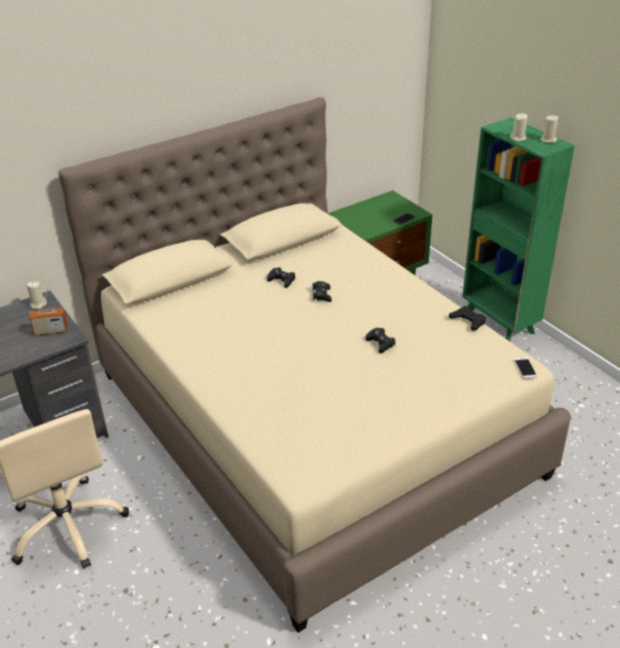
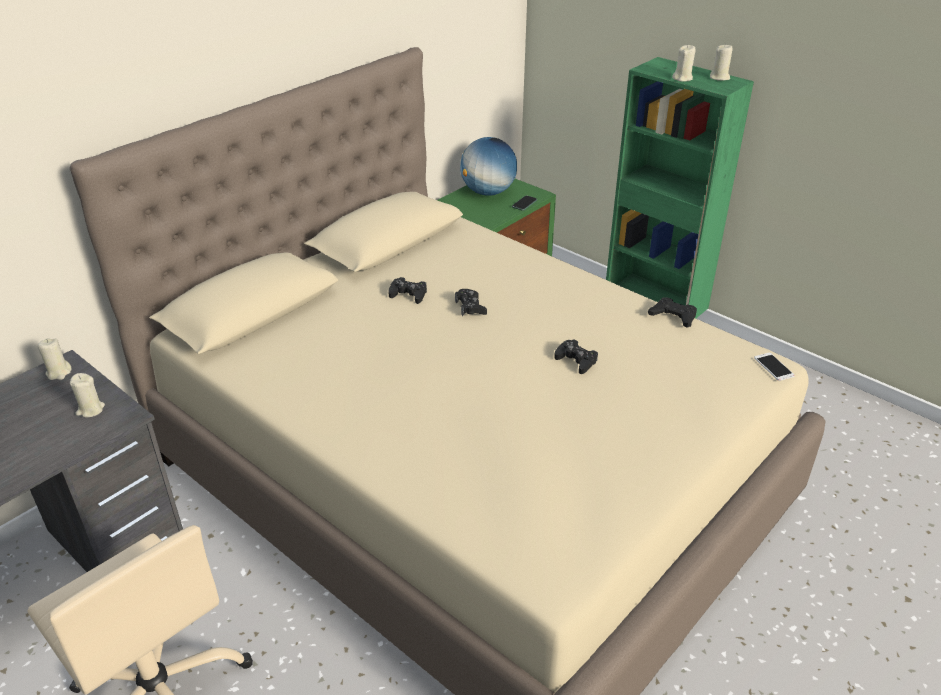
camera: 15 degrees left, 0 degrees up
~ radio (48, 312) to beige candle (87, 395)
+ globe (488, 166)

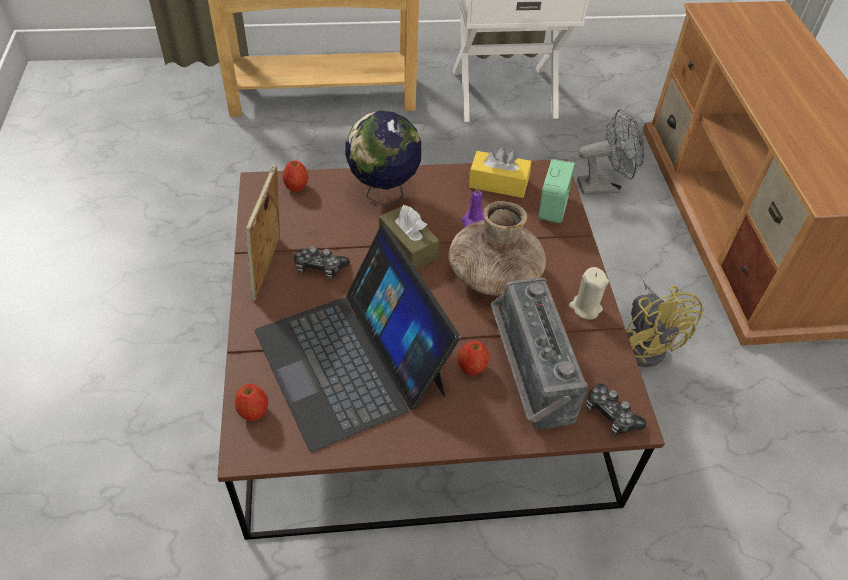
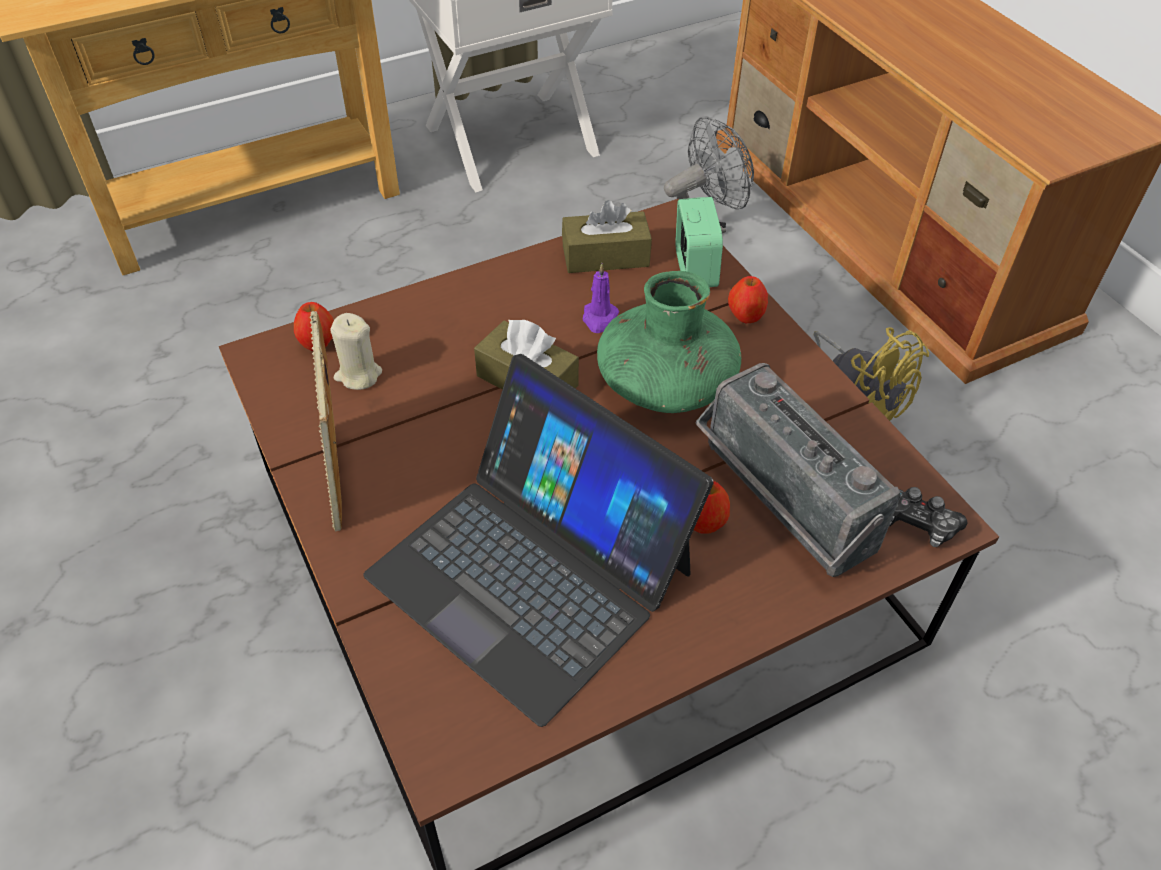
camera: 20 degrees left, 0 degrees up
~ beige candle (589, 293) to (356, 351)
~ yellow tissue box (500, 172) to brown tissue box (607, 236)
~ brown vase (497, 248) to green vase (669, 342)
~ apple (251, 402) to (748, 299)
- game controller (322, 262)
- globe (383, 159)

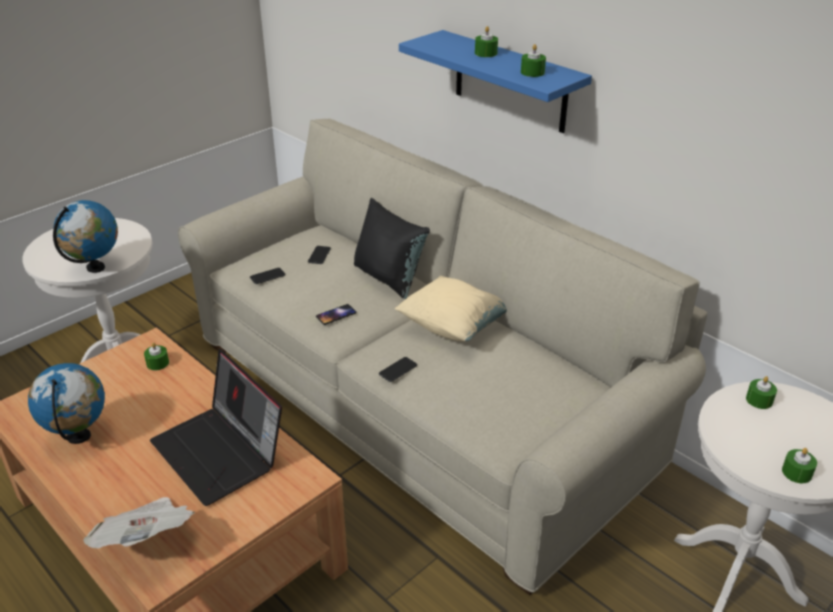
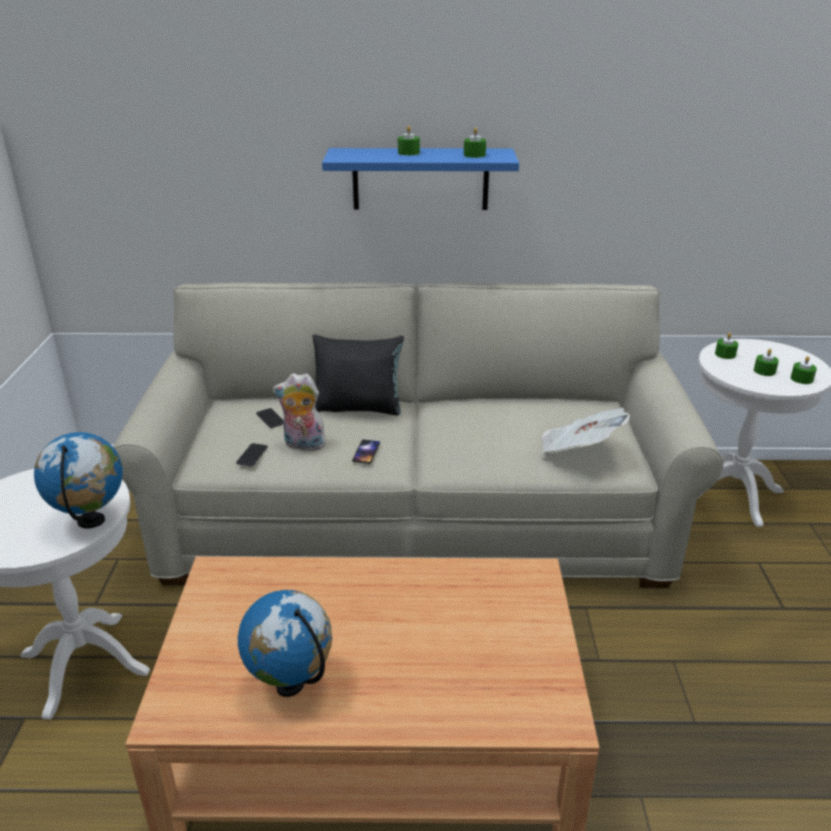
camera: 45 degrees left, 5 degrees down
+ plush toy (300, 412)
~ newspaper (139, 522) to (585, 431)
~ green candle (156, 356) to (766, 362)
- laptop (216, 427)
- phone (398, 369)
- beige pillow (451, 308)

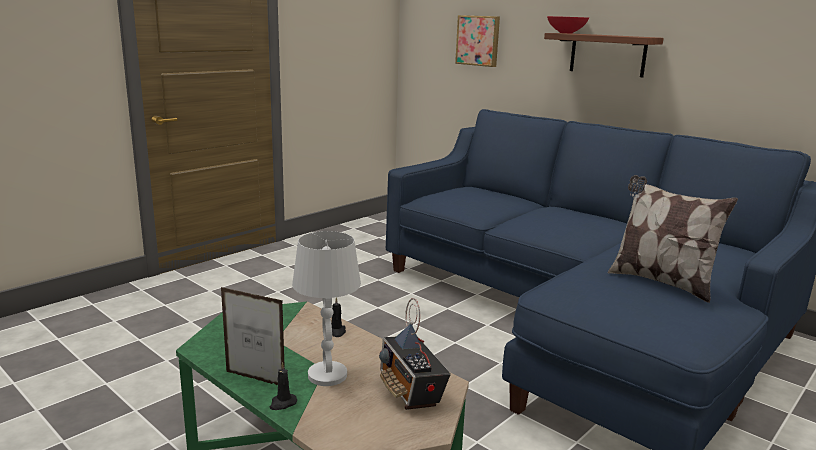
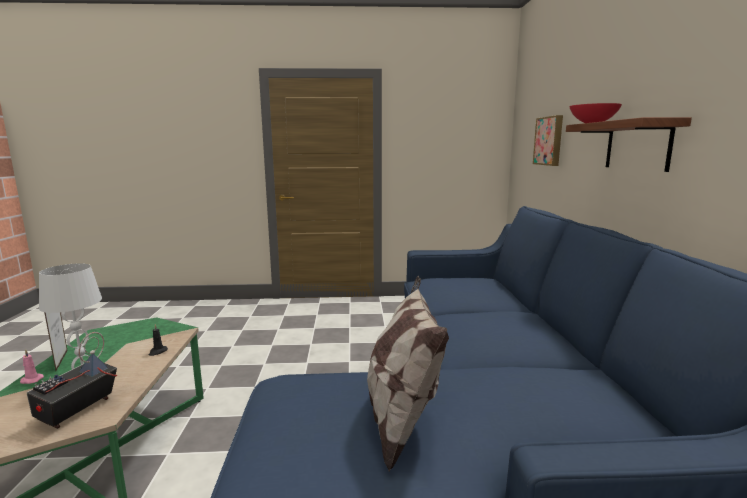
camera: 45 degrees right, 5 degrees down
~ black candle (283, 386) to pink candle (32, 366)

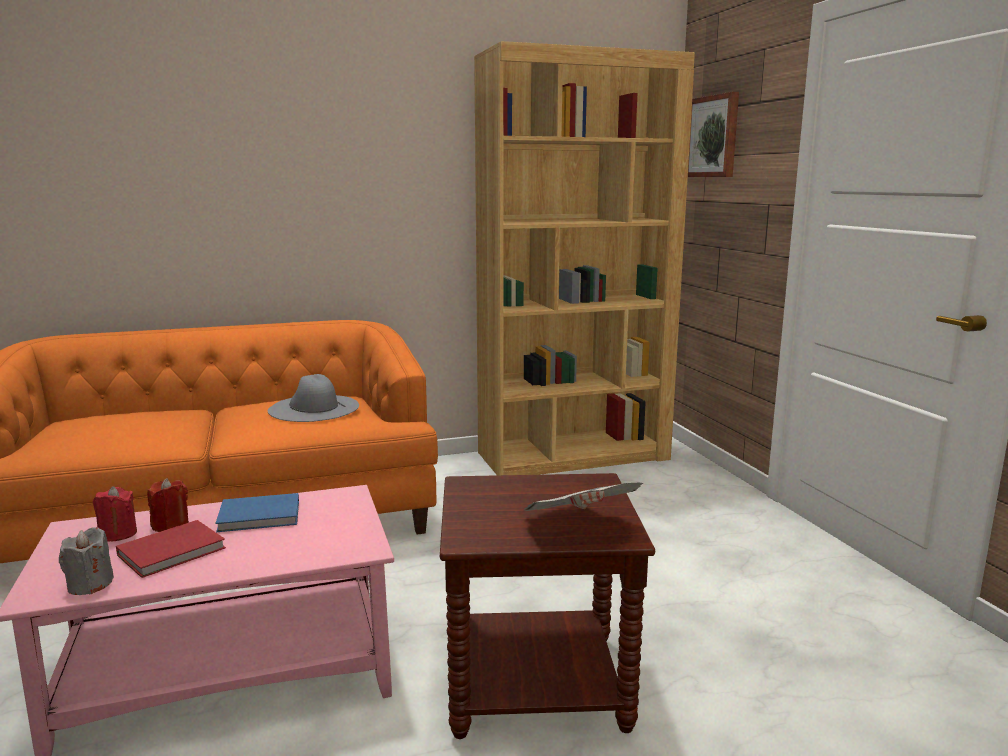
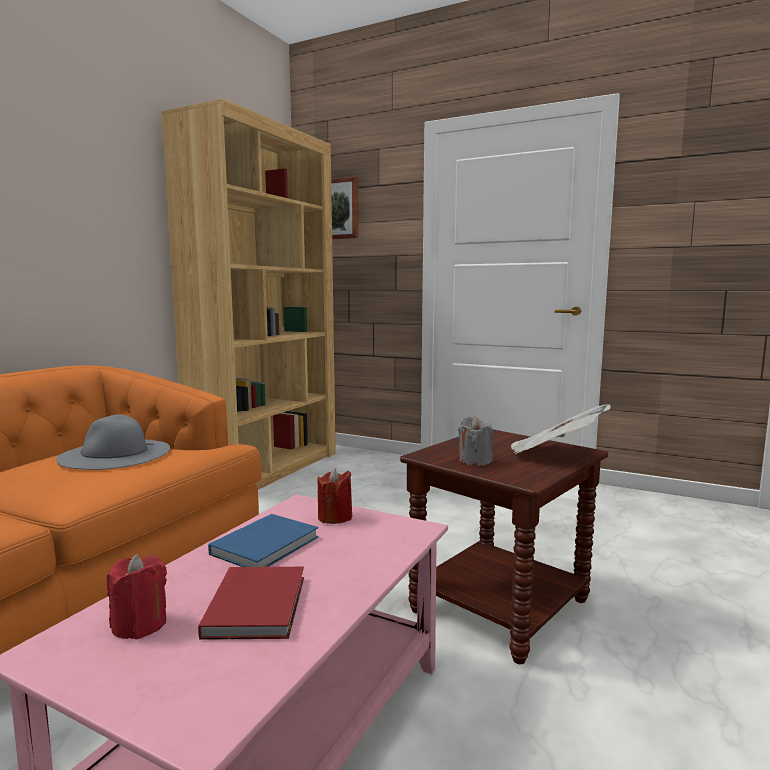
camera: 45 degrees left, 5 degrees down
~ red candle (168, 505) to (334, 496)
~ grey candle (86, 561) to (475, 441)

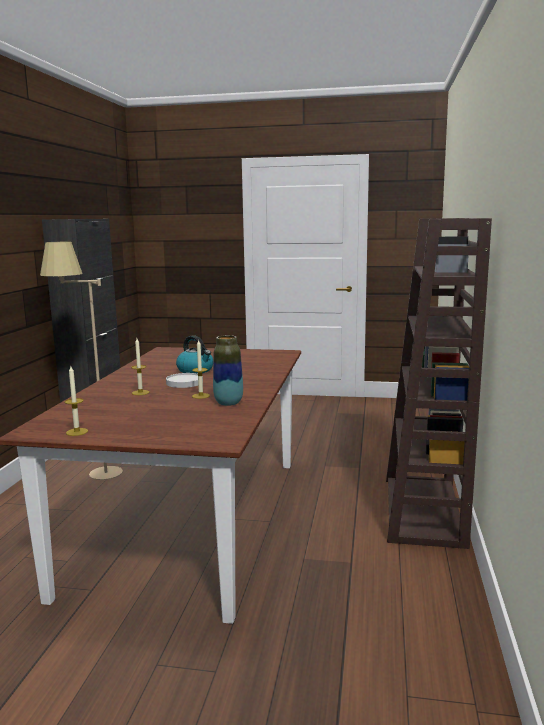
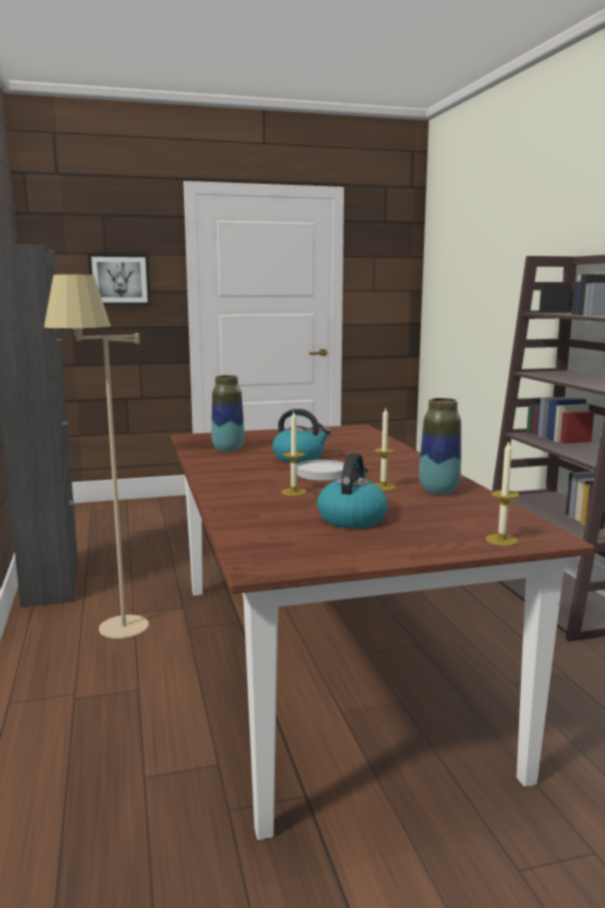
camera: 25 degrees left, 0 degrees up
+ picture (119, 279)
+ vase (227, 413)
+ kettle (352, 490)
~ candle (76, 401) to (502, 493)

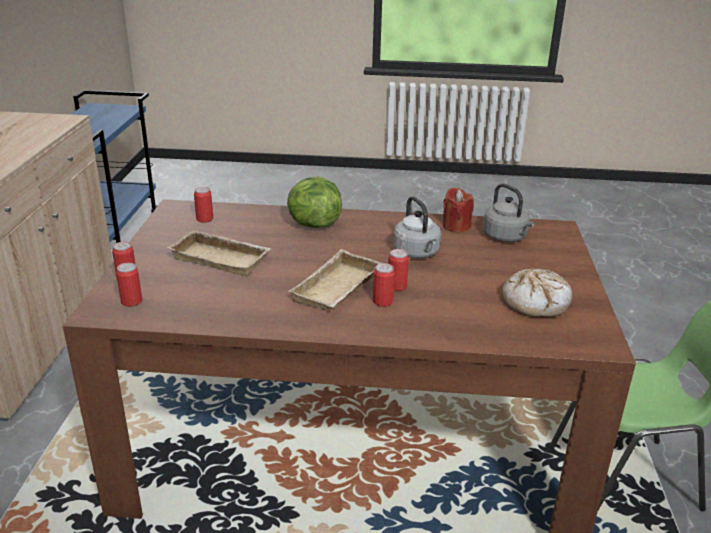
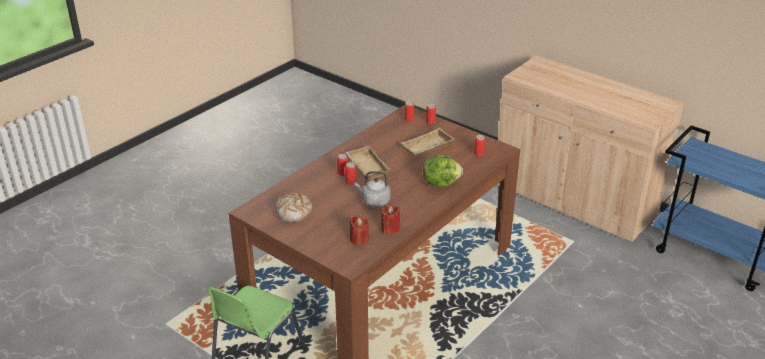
camera: 125 degrees right, 5 degrees up
~ grey kettle (509, 213) to red candle (359, 230)

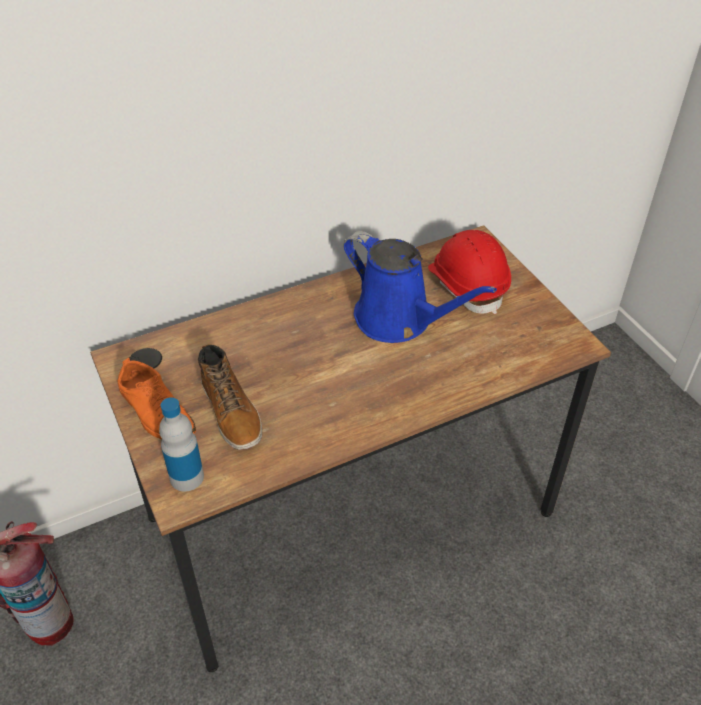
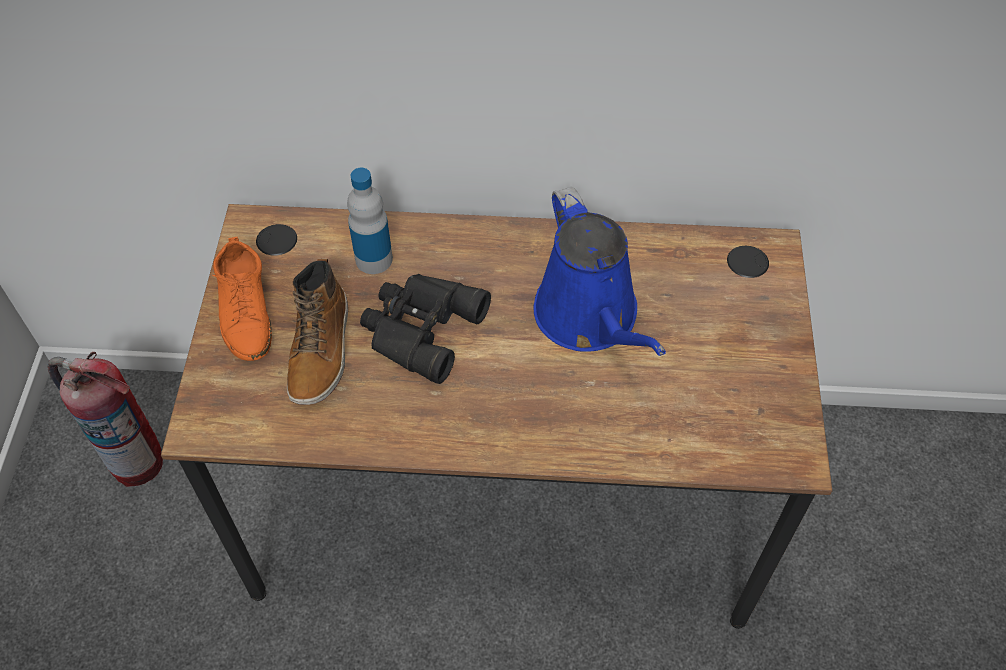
camera: 30 degrees right, 10 degrees up
~ bottle (181, 444) to (370, 221)
+ black binoculars (425, 329)
- red hard hat (469, 272)

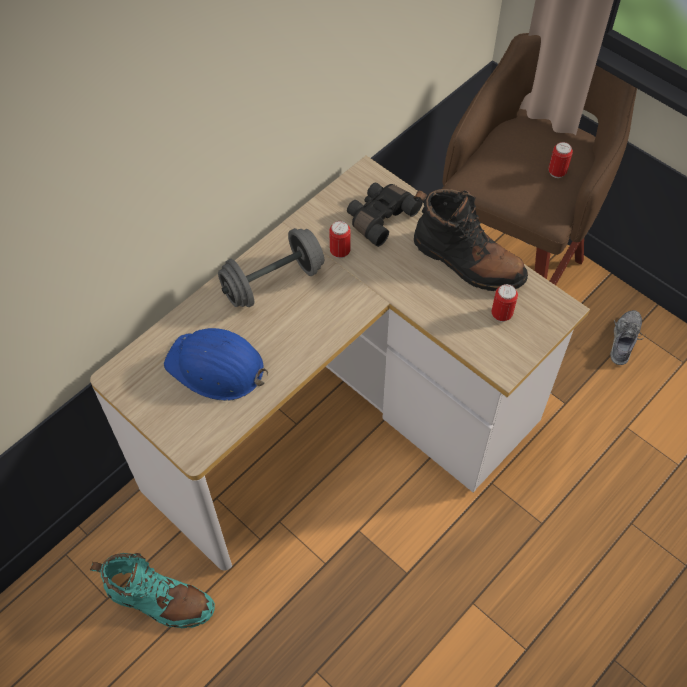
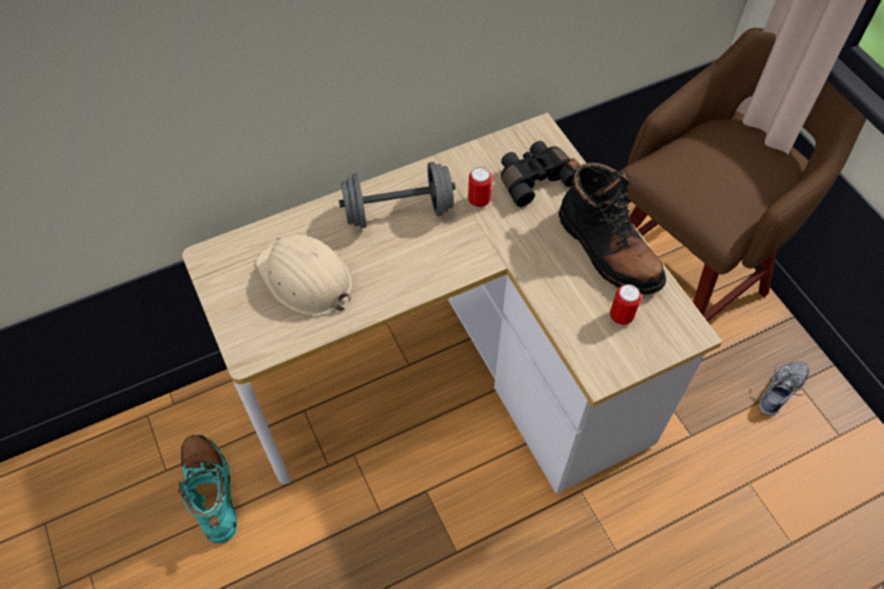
camera: 20 degrees right, 0 degrees up
~ turquoise boot (152, 590) = (207, 489) 150 degrees counterclockwise
~ blue hard hat (216, 364) to beige hard hat (304, 275)
- can (560, 160)

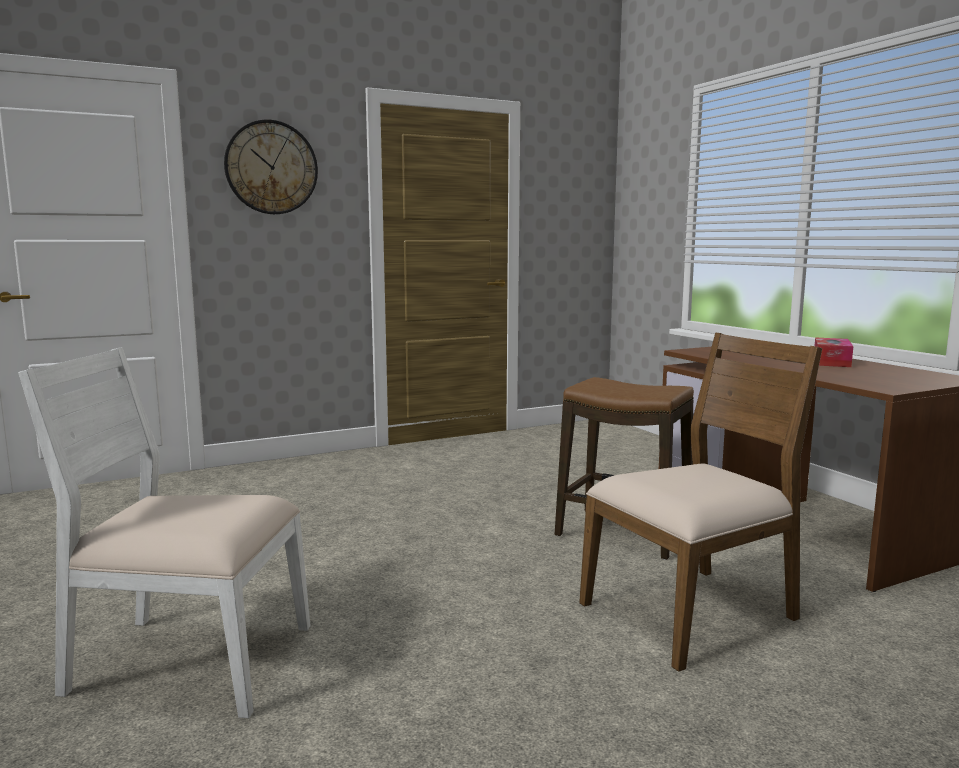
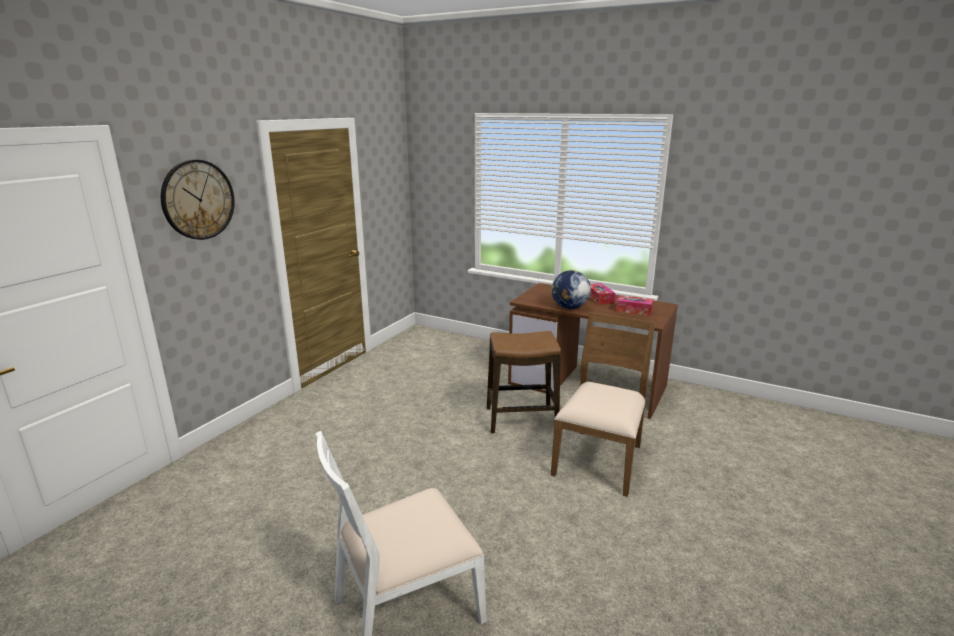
camera: 35 degrees left, 10 degrees up
+ globe (571, 289)
+ tissue box (634, 305)

